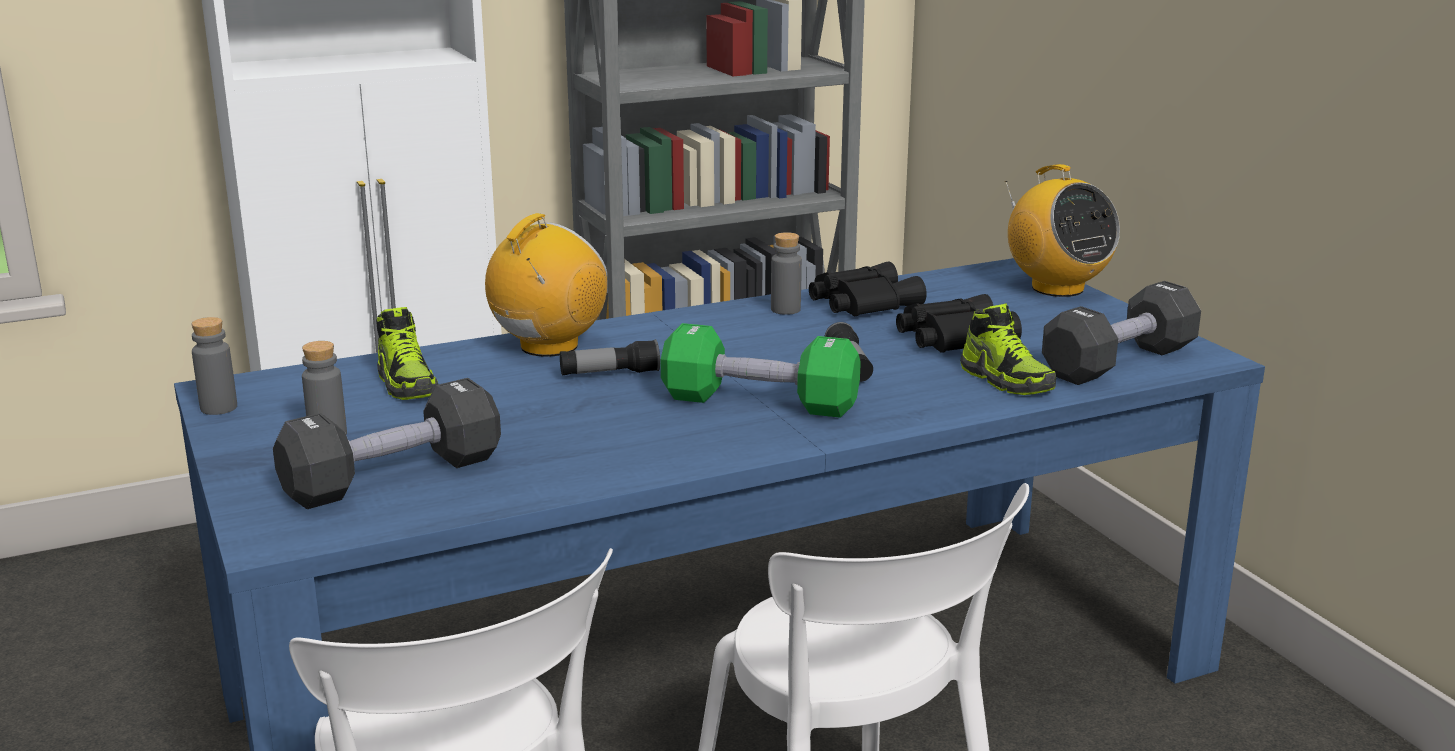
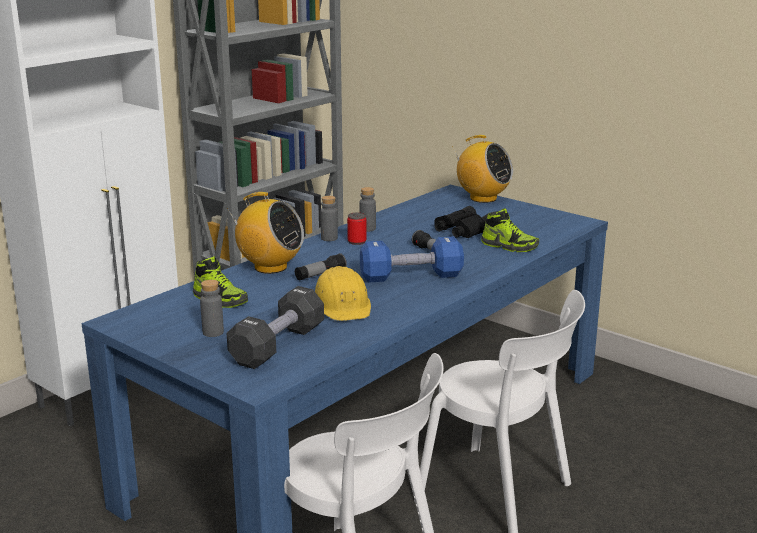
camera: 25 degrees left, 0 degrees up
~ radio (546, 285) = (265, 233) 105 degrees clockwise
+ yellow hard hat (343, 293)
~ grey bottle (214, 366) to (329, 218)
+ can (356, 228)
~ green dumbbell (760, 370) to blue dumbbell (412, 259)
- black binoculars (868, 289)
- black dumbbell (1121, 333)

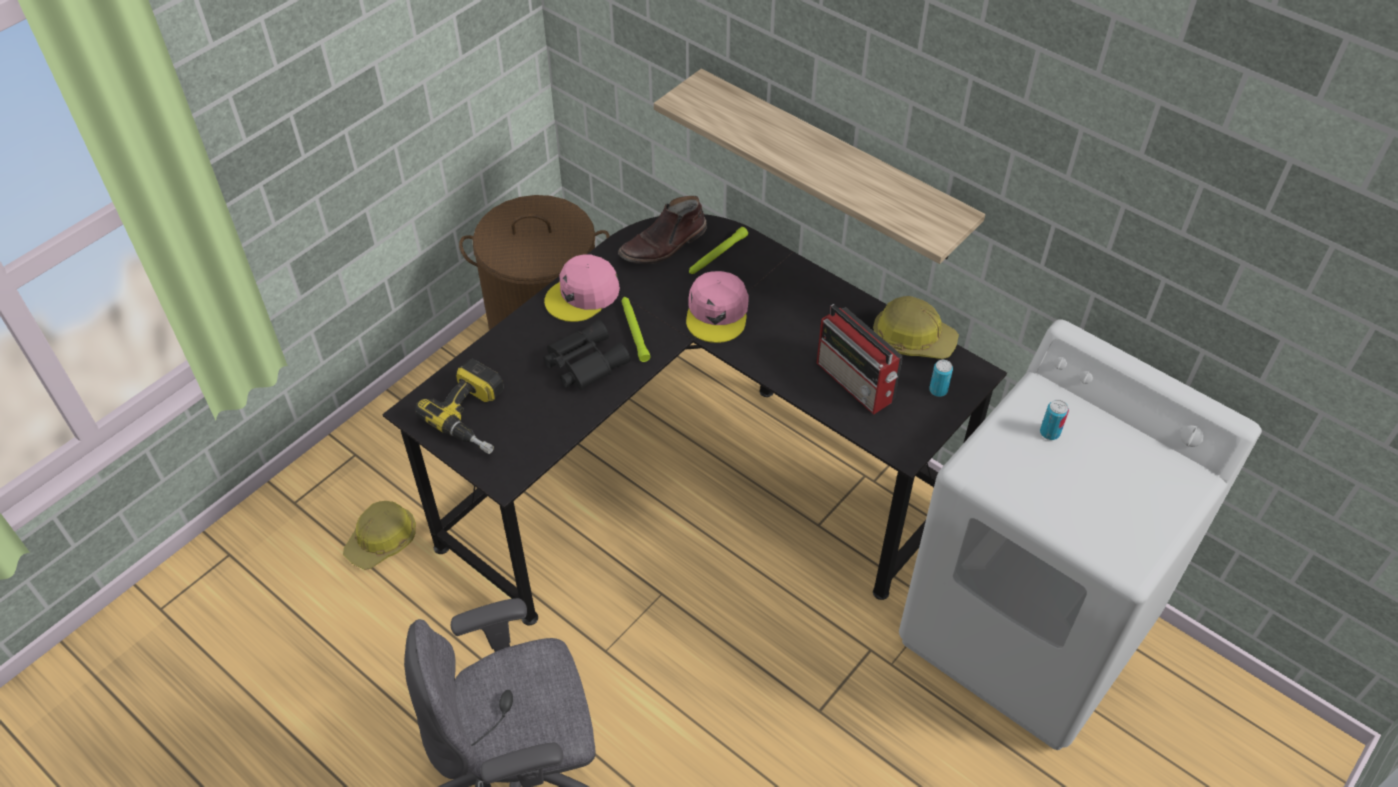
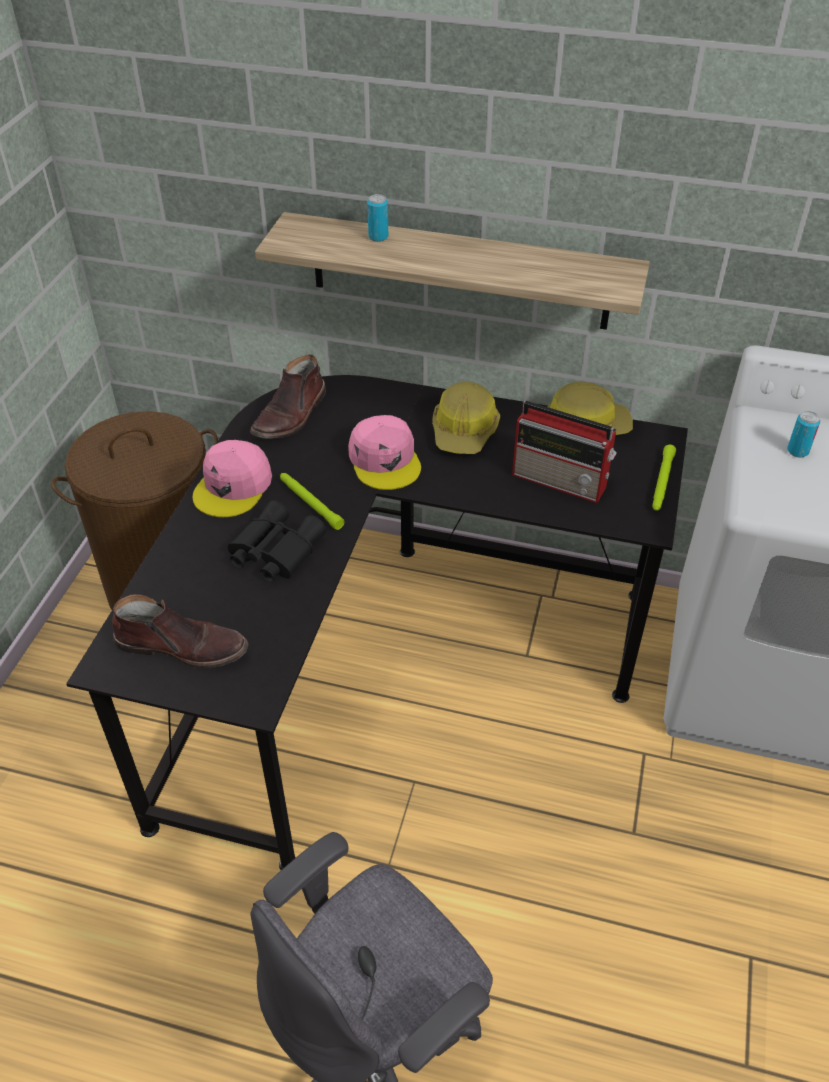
camera: 25 degrees left, 5 degrees down
~ power drill (459, 406) to brown boot (180, 631)
~ can (941, 378) to (377, 218)
~ hard hat (379, 535) to (466, 418)
~ green flashlight (718, 250) to (664, 478)

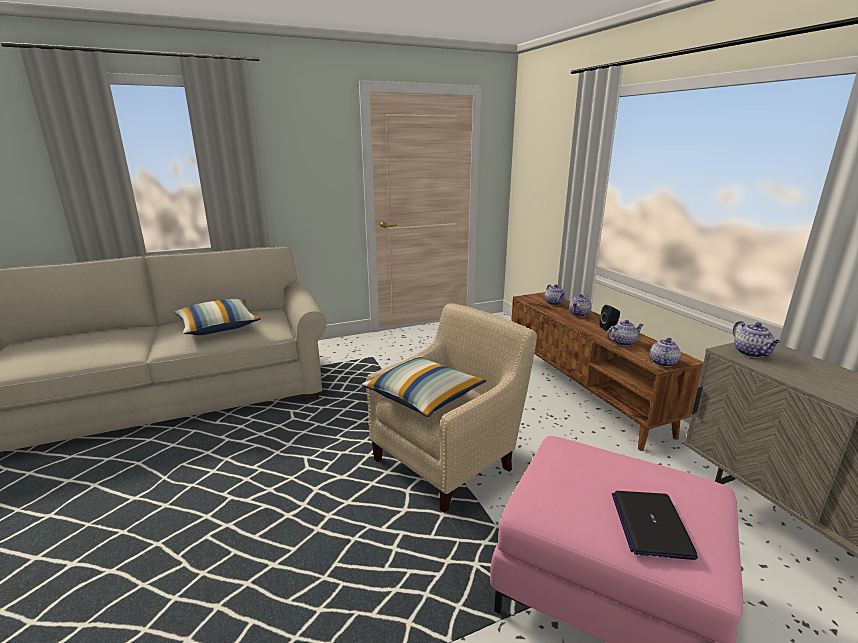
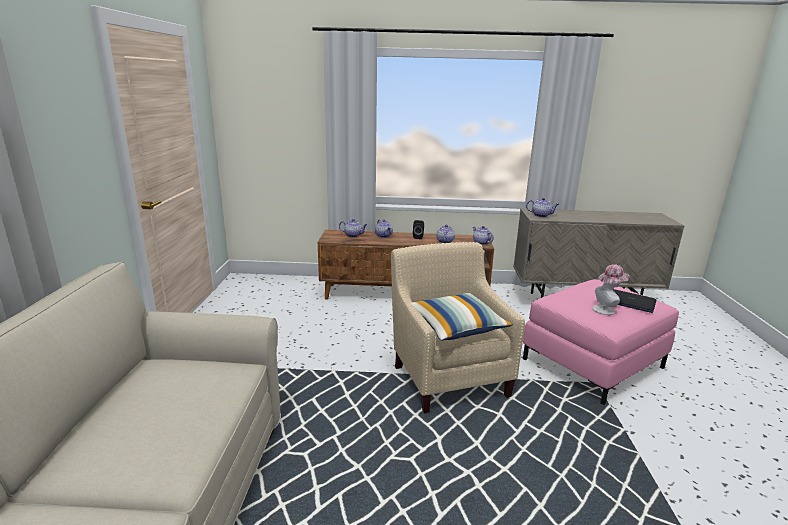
camera: 65 degrees left, 0 degrees up
+ hat (610, 289)
- pillow (217, 317)

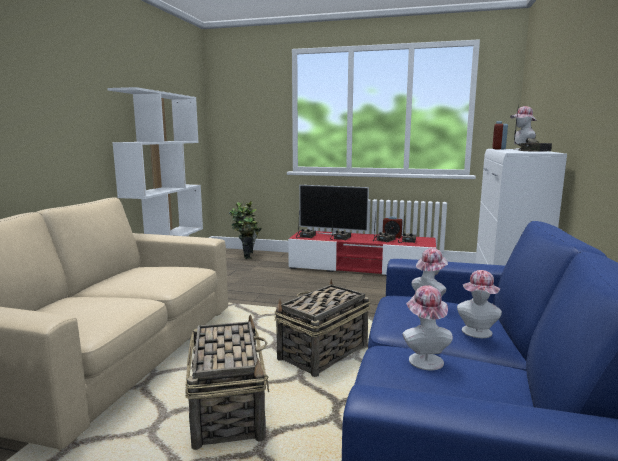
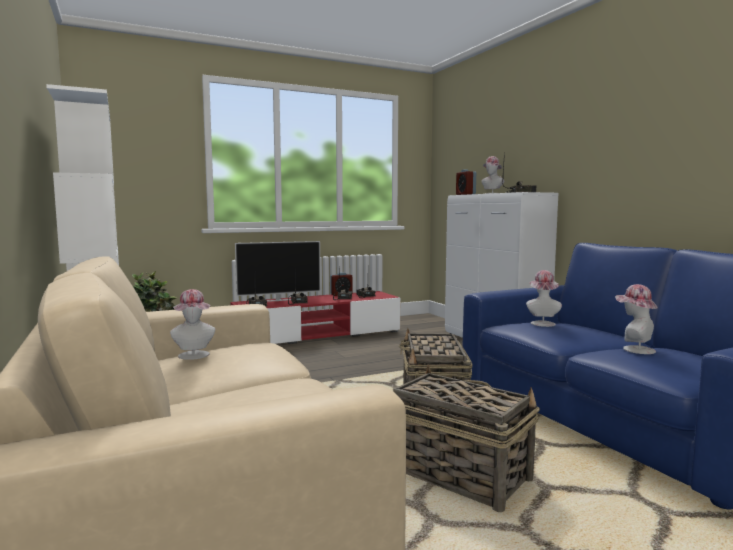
camera: 40 degrees left, 5 degrees down
~ hat (479, 304) to (192, 324)

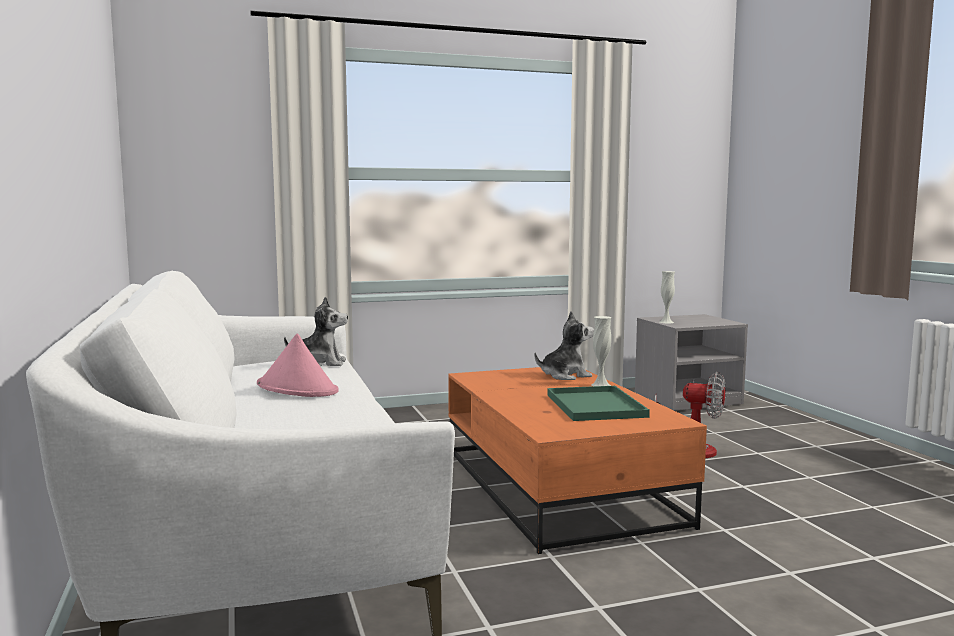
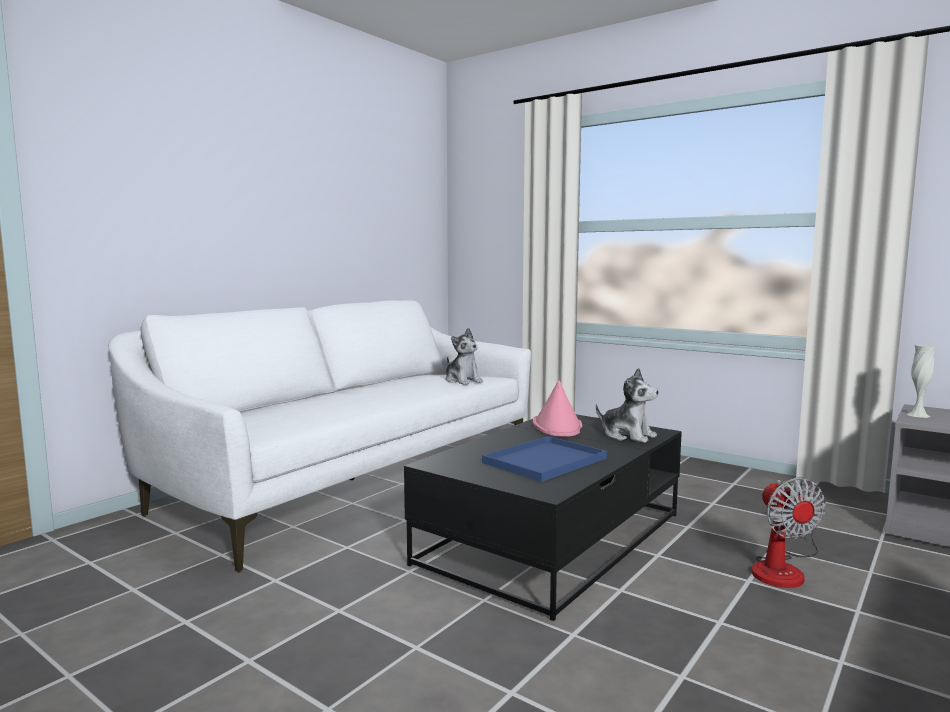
camera: 55 degrees right, 0 degrees up
~ orange coffee table (577, 460) to black coffee table (543, 517)
~ green tray (598, 403) to blue tray (544, 459)
~ pink hat (298, 365) to (557, 409)
- white vase (601, 351)

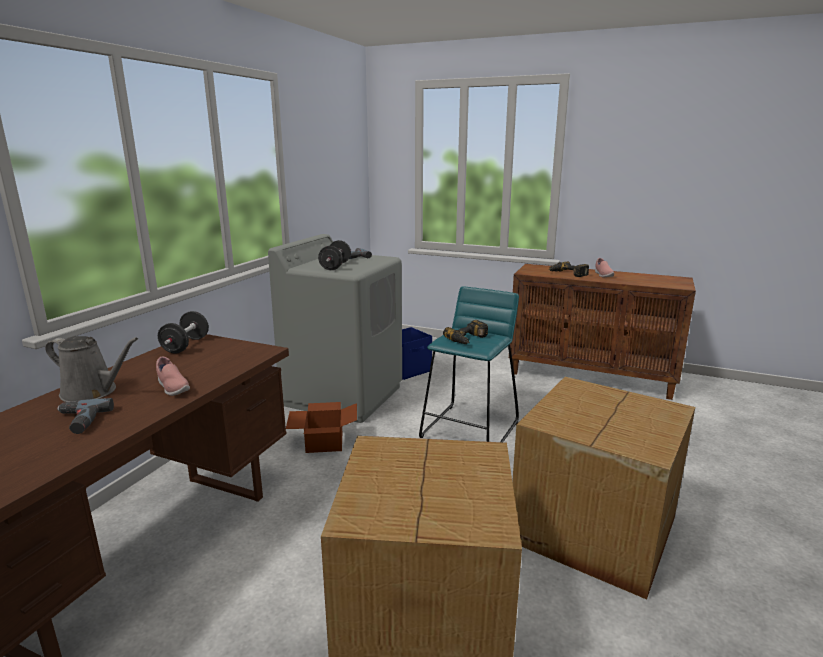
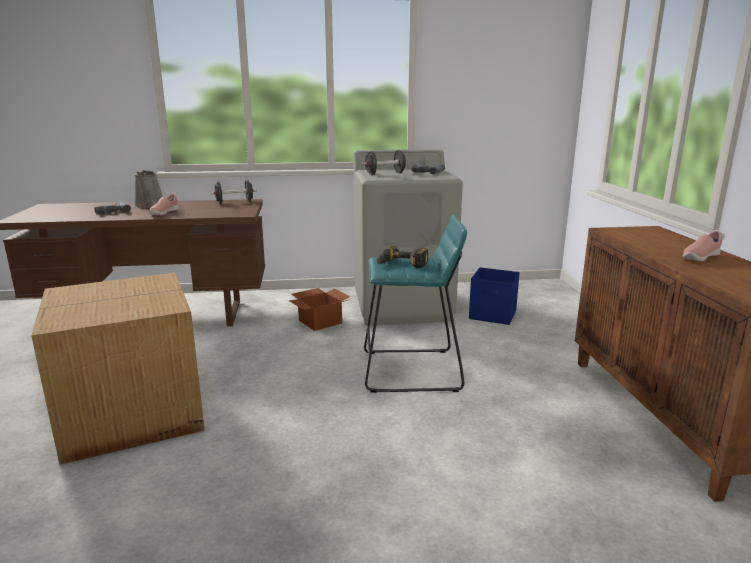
camera: 60 degrees right, 0 degrees up
- cardboard box (603, 488)
- power drill (569, 269)

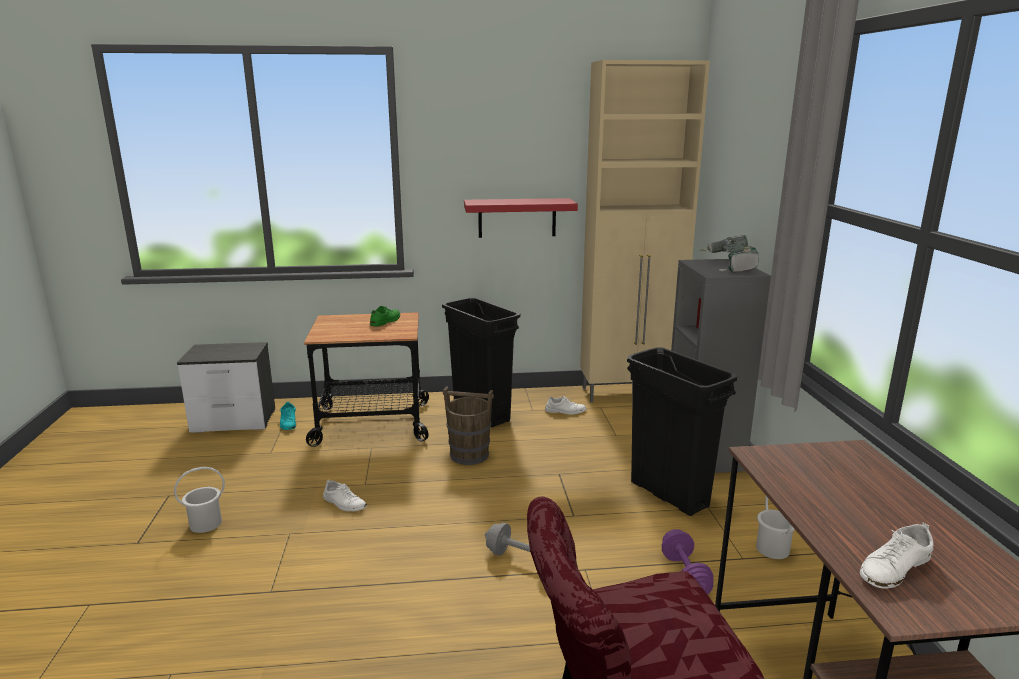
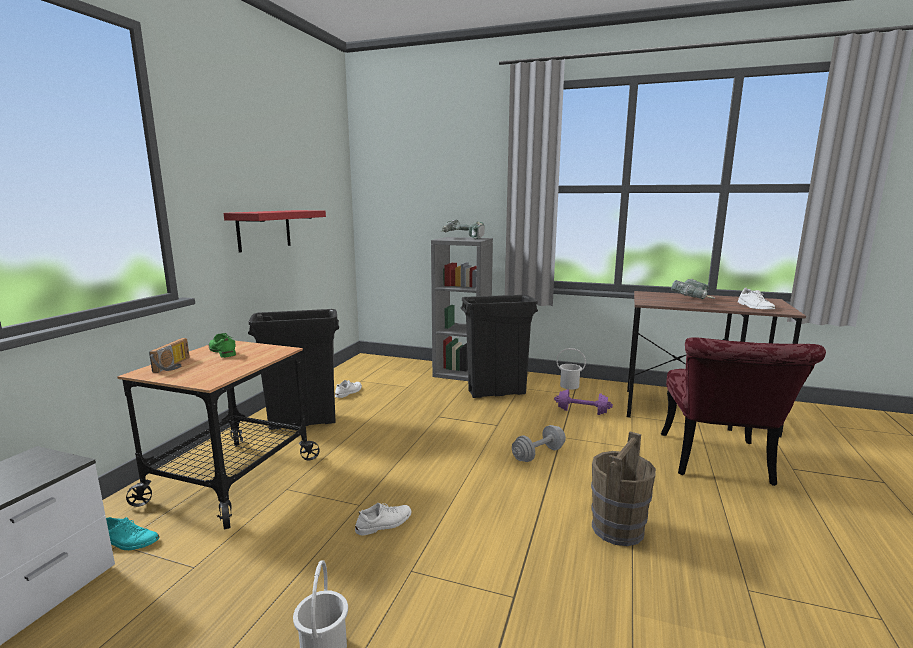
camera: 65 degrees left, 5 degrees down
+ radio (169, 355)
~ brown bucket (468, 426) to (623, 488)
+ power drill (693, 289)
- beige cabinet (645, 231)

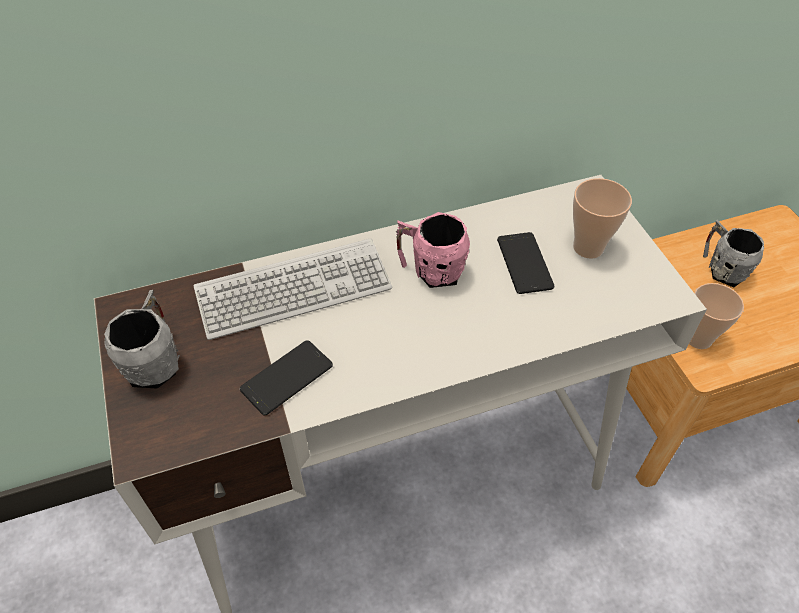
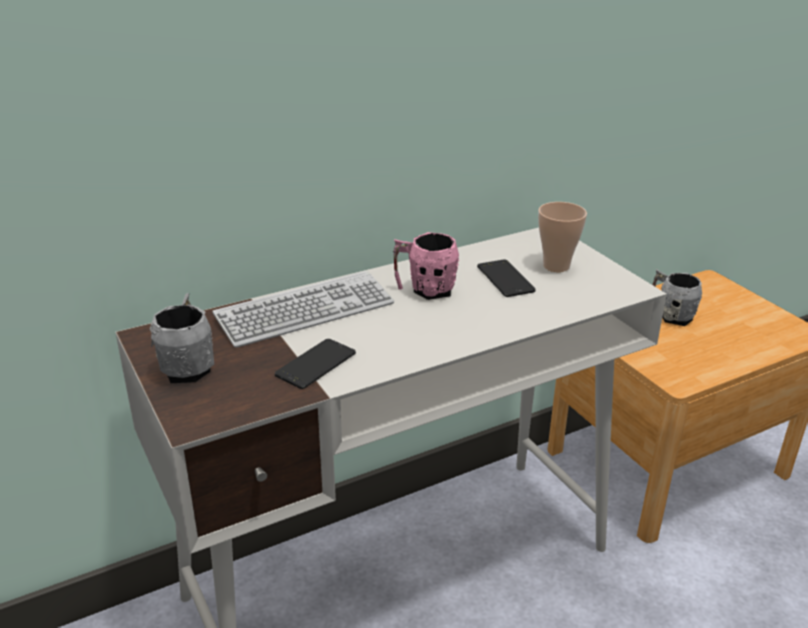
camera: 10 degrees left, 20 degrees down
- cup (716, 316)

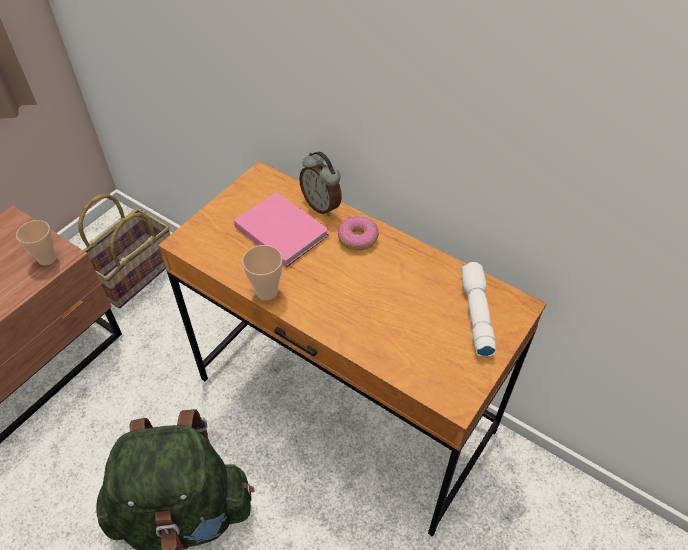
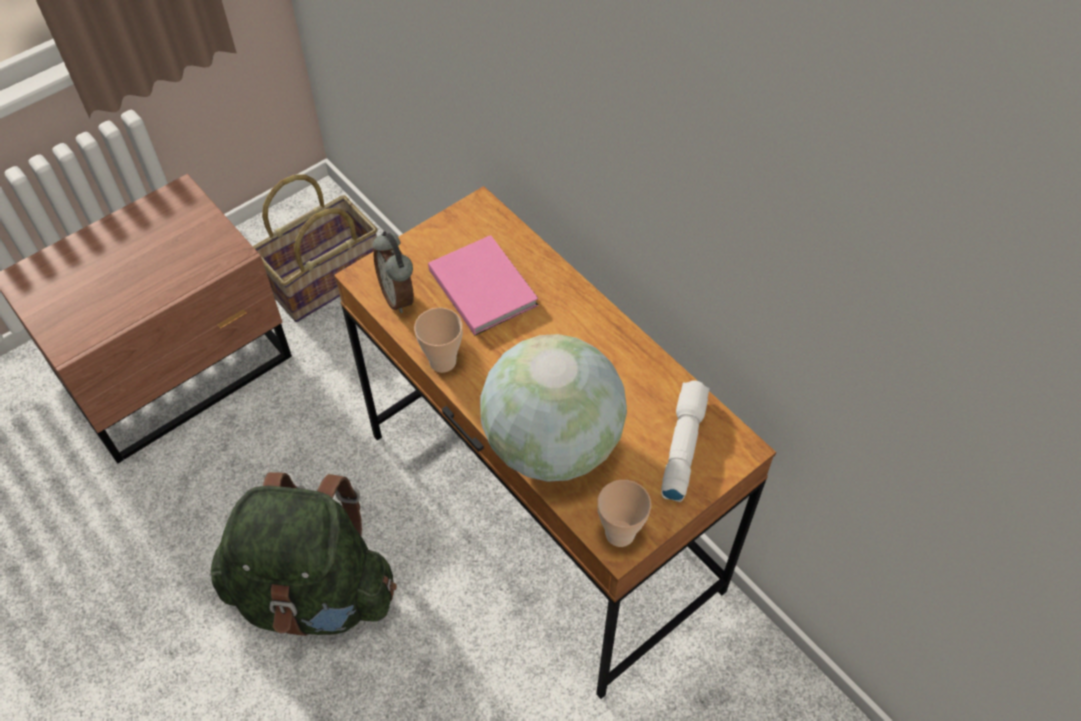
camera: 15 degrees right, 5 degrees up
~ alarm clock (320, 183) to (393, 272)
+ globe (553, 408)
~ cup (36, 242) to (624, 513)
- donut (358, 233)

